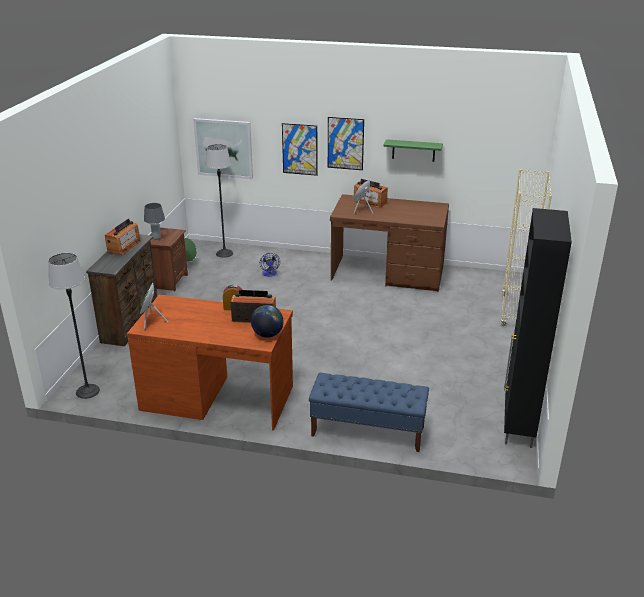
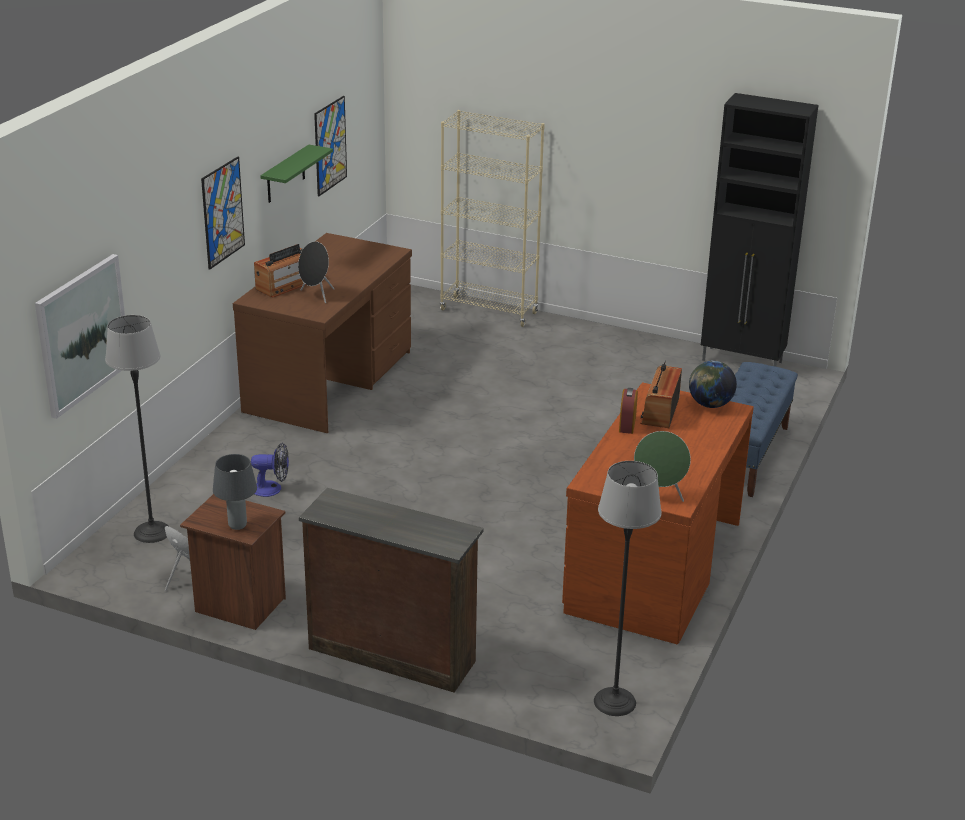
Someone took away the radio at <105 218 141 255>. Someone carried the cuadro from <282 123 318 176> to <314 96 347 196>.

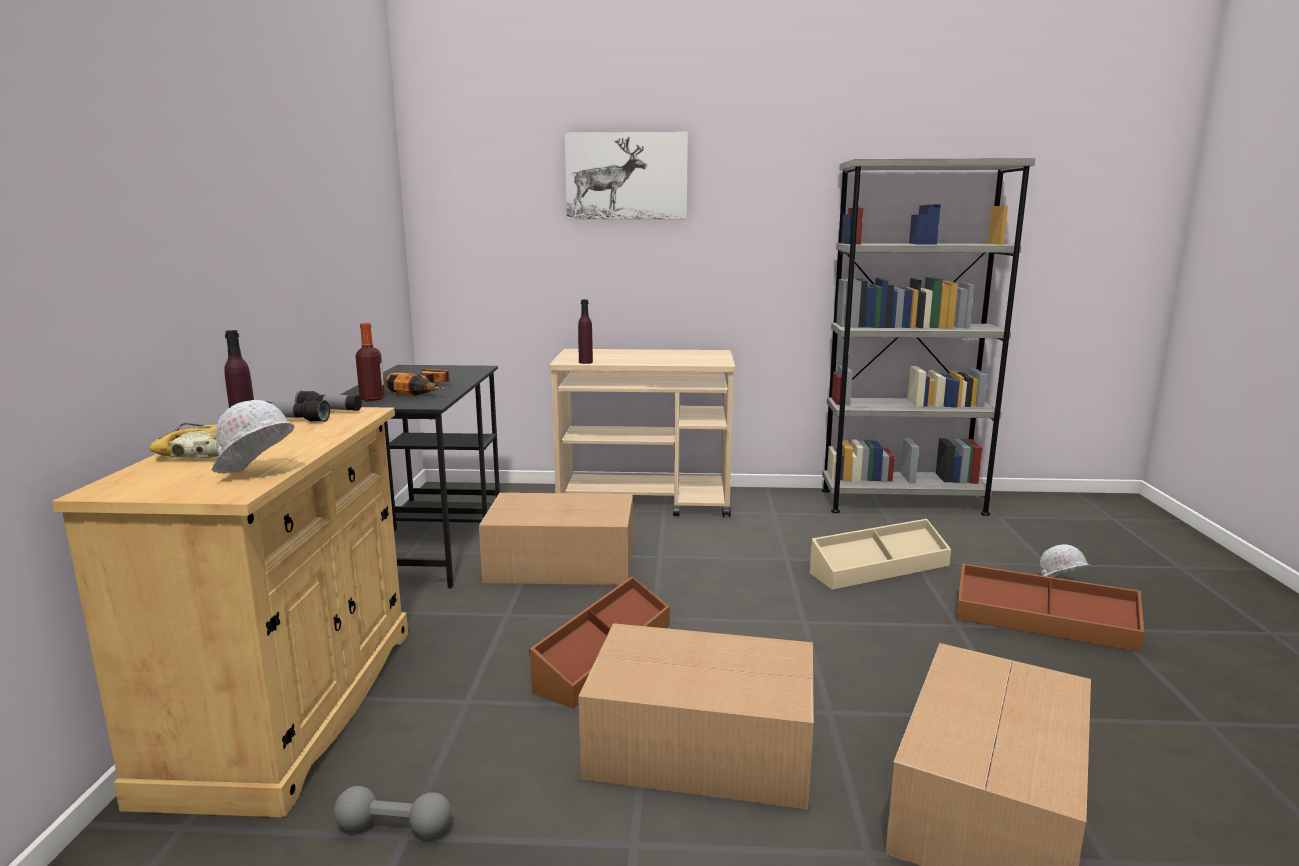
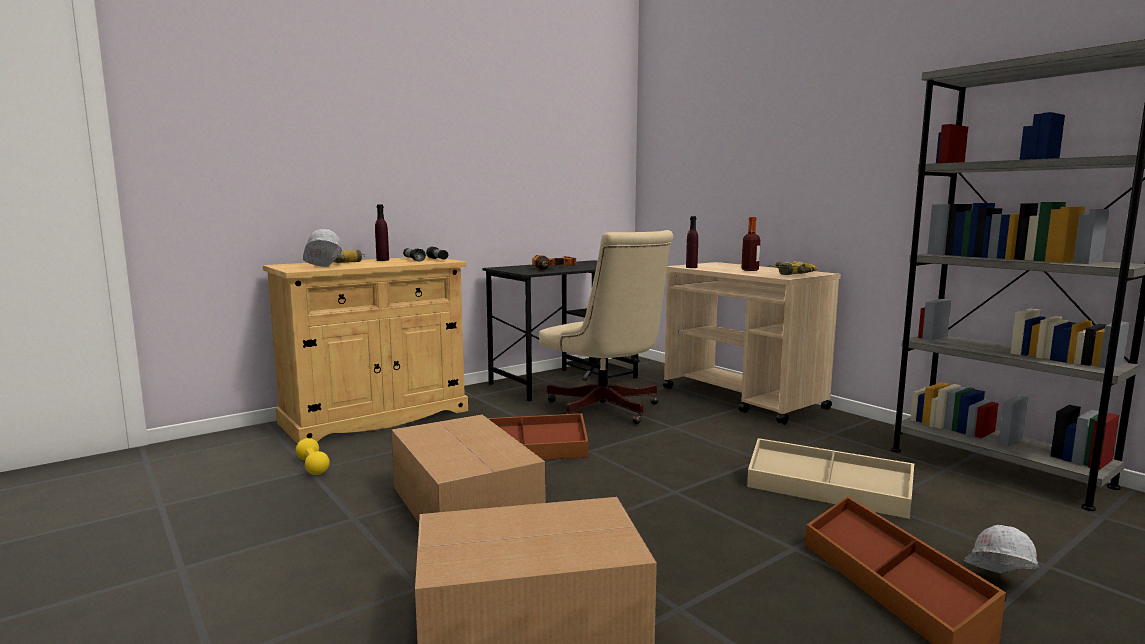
Someone took away the cuadro at <565 132 688 219>. Someone put down the taladro at <767 261 818 275>. Someone carried the botella from <355 323 385 401> to <741 217 760 271>. Someone swapped the caja de cartón at <479 493 633 585> for the silla de oficina (beis) at <539 230 673 424>. Someone repainted the mancuerna (gris) at <334 786 451 838>, which became the mancuerna (amarillo) at <296 438 330 475>.

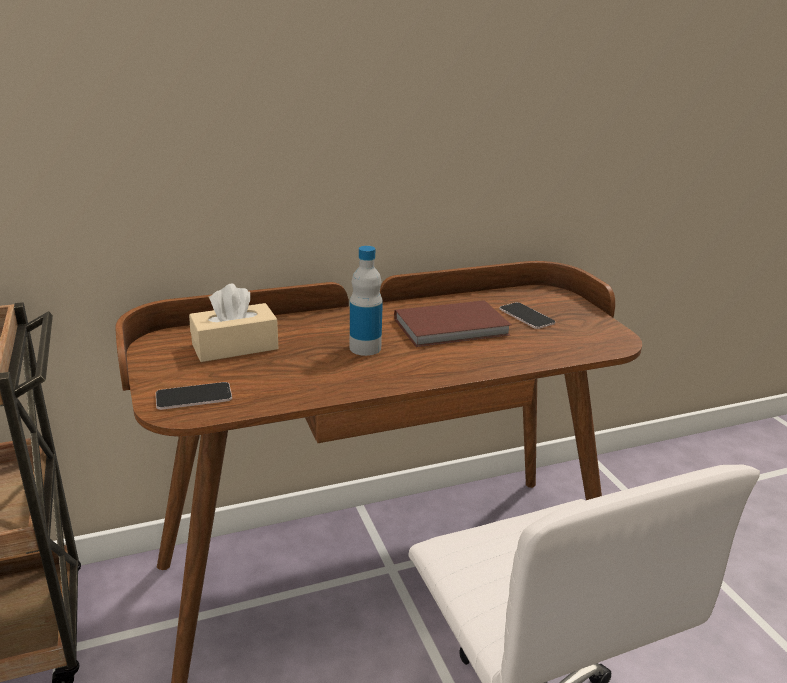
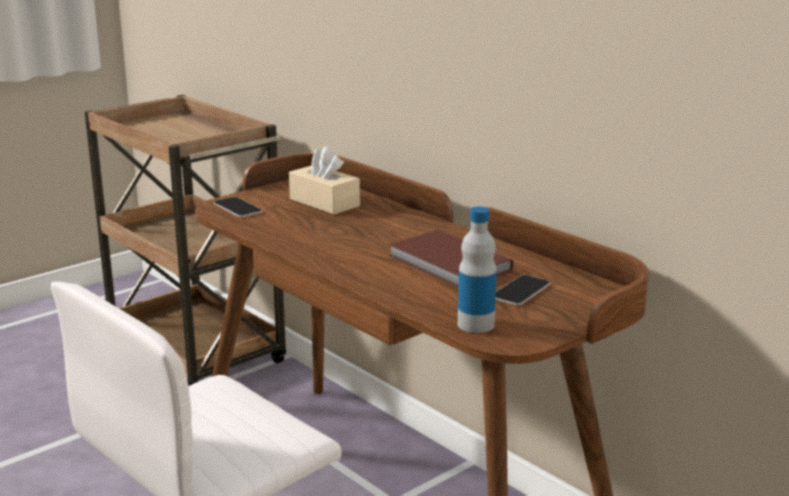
Someone carried the botella from <350 246 383 356> to <458 207 497 333>.

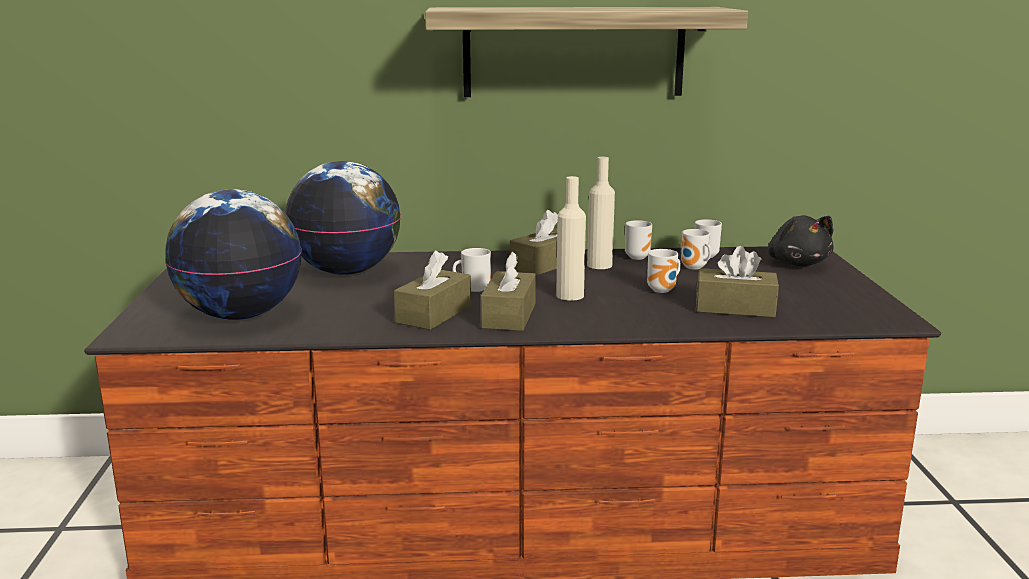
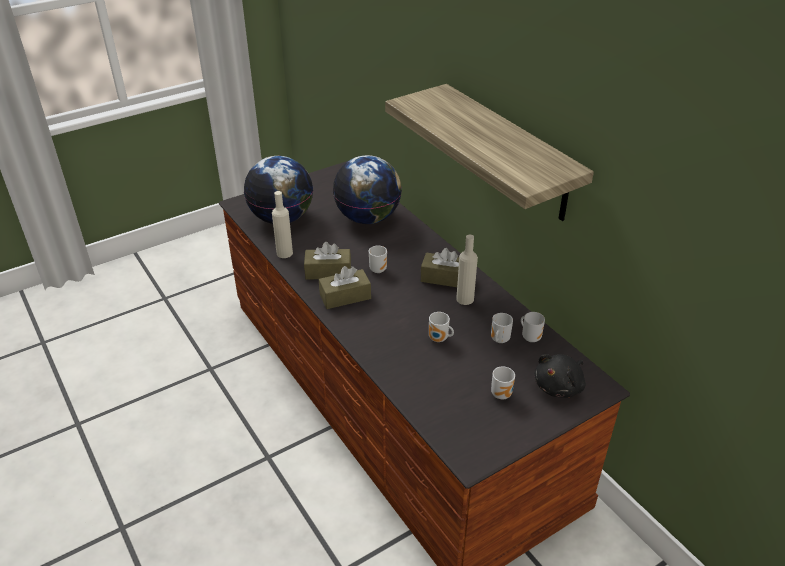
Someone took away the caja de pañuelos (marrón) at <696 246 779 318>. Someone carried the botella (beis) from <556 176 586 301> to <272 191 293 258>. Someone carried the taza grande from <625 220 652 260> to <491 366 515 399>.

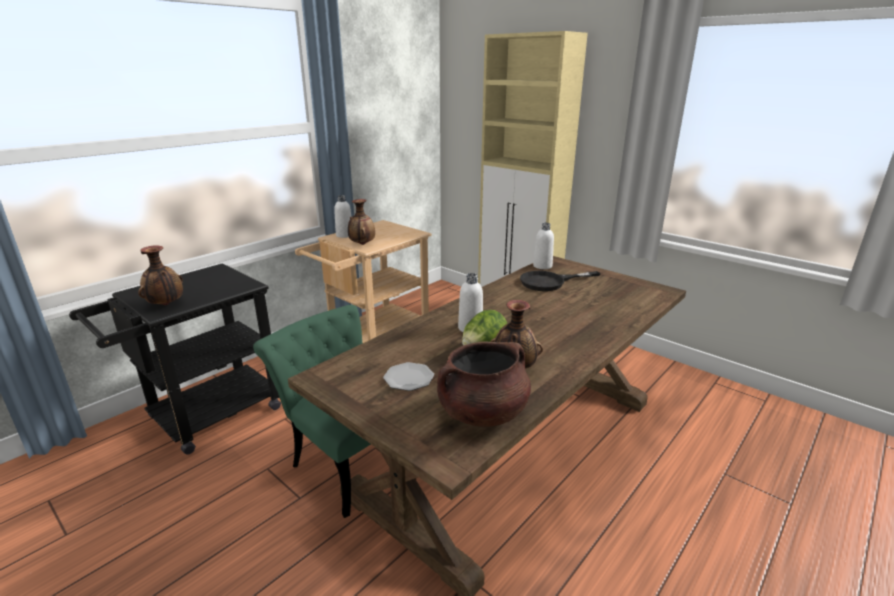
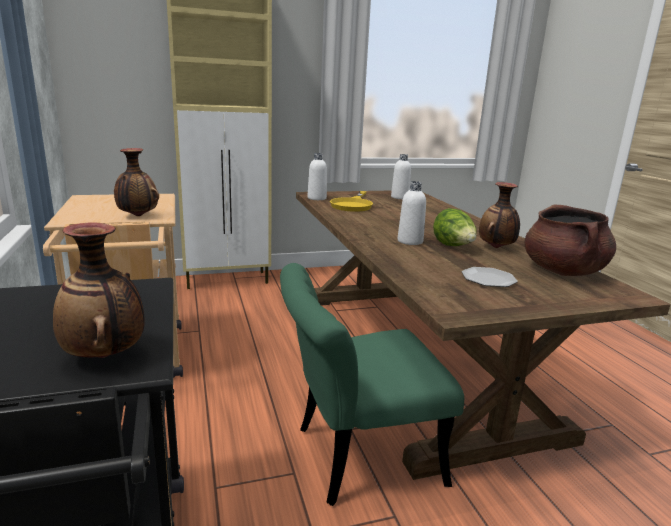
Someone carried the botella (blanco) from <334 195 351 238> to <391 154 411 199>. Someone repainted the sartén (negro) at <520 271 601 291>, which became the sartén (amarillo) at <330 191 373 212>.

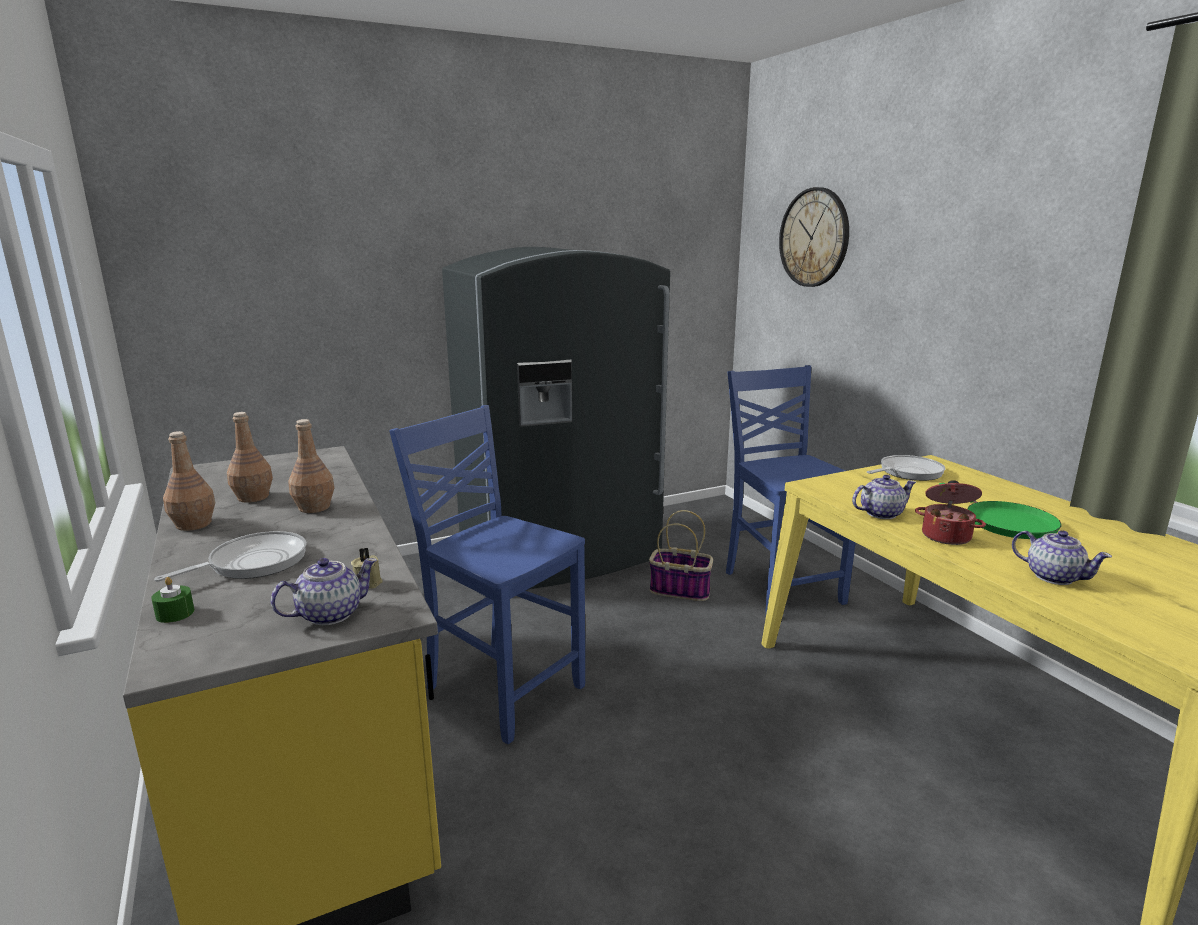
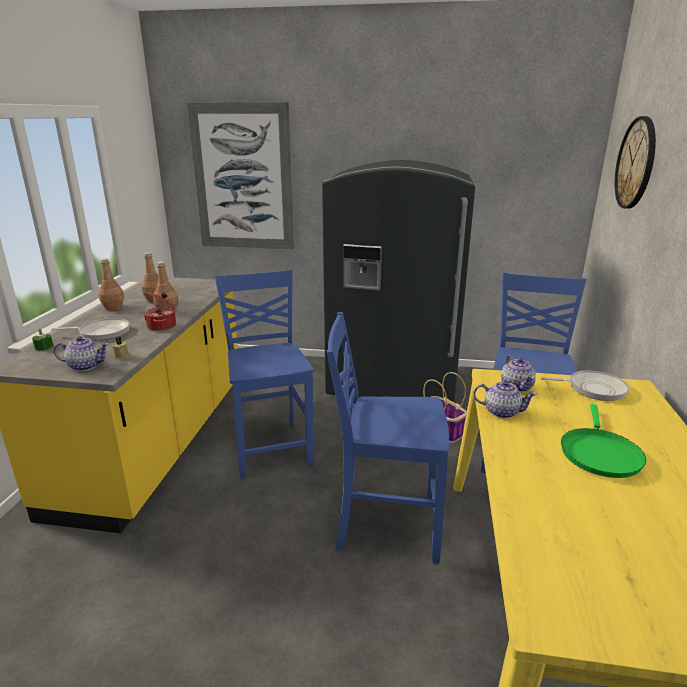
Someone put up the cuadro at <187 102 294 249>. Someone put down the silla (azul) at <326 312 449 564>. Someone carried the olla from <915 480 986 545> to <144 292 176 331>. Someone carried the tetera from <1012 530 1112 585> to <501 355 536 392>.

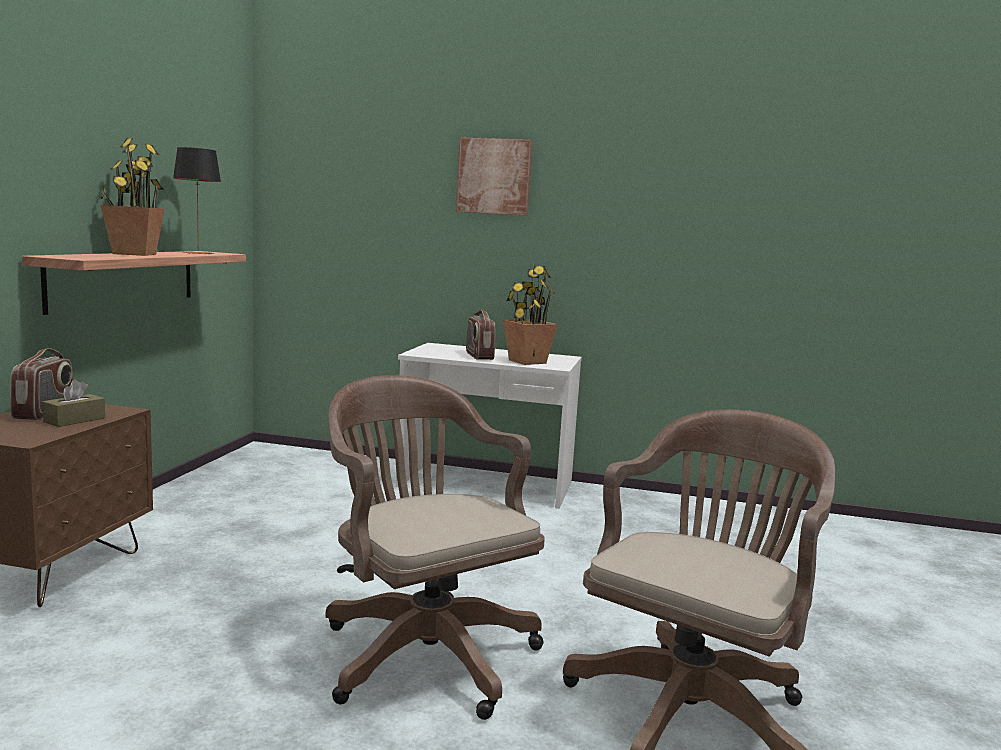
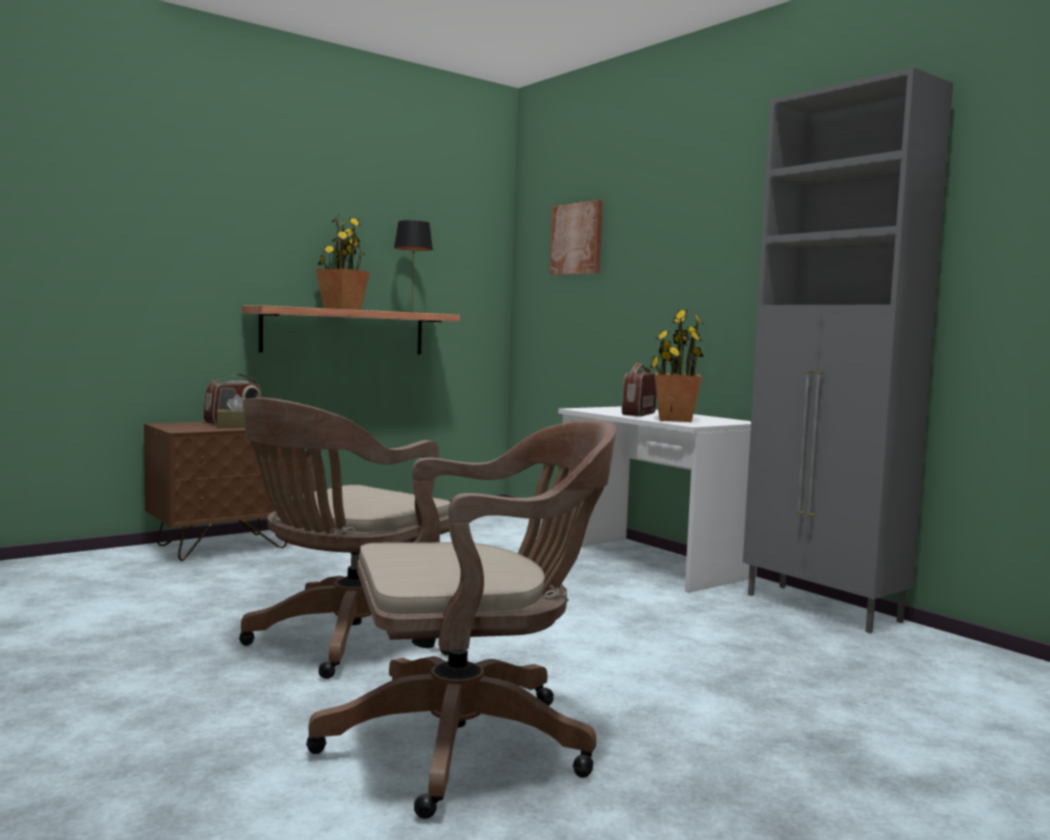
Someone put down the armario (gris) at <743 67 953 633>. Someone carried the cuadro from <456 137 533 216> to <549 200 603 276>. Someone rotated the silla de oficina (marrón) at <325 375 544 720> by 150 degrees counterclockwise.

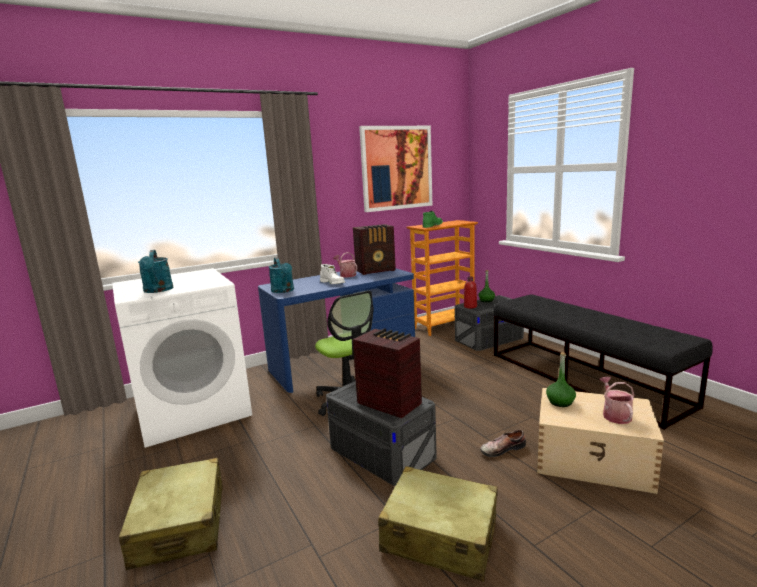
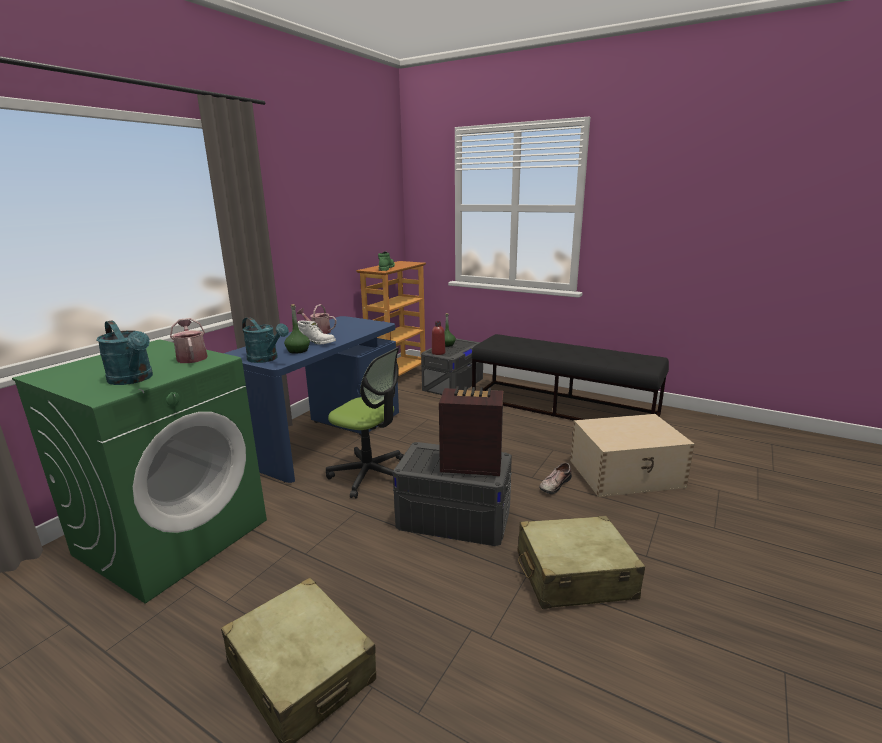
Someone took away the radio at <353 224 396 275>. Someone took away the cuadro at <359 126 432 212>. Someone carried the botella (verde) from <546 352 576 407> to <284 304 310 354>. Someone carried the regadera from <600 377 634 424> to <170 318 208 363>. Someone repainted the lavadora (blanco) at <112 268 252 448>, which became the lavadora (verde) at <12 339 267 604>.

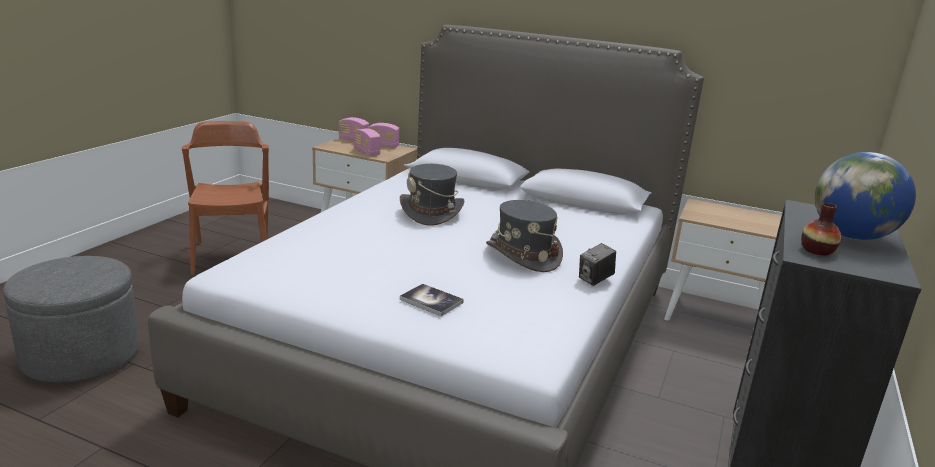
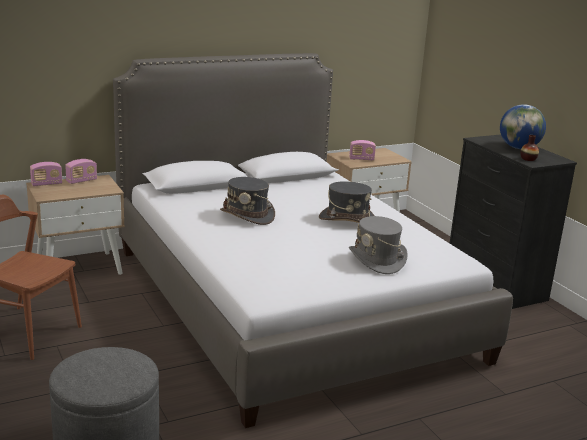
Someone took away the cámara at <579 243 616 286>. Someone carried the radio from <354 128 381 156> to <349 140 376 161>. Someone swapped the libro at <400 284 464 316> for the sombrero (gris) at <349 216 408 274>.

